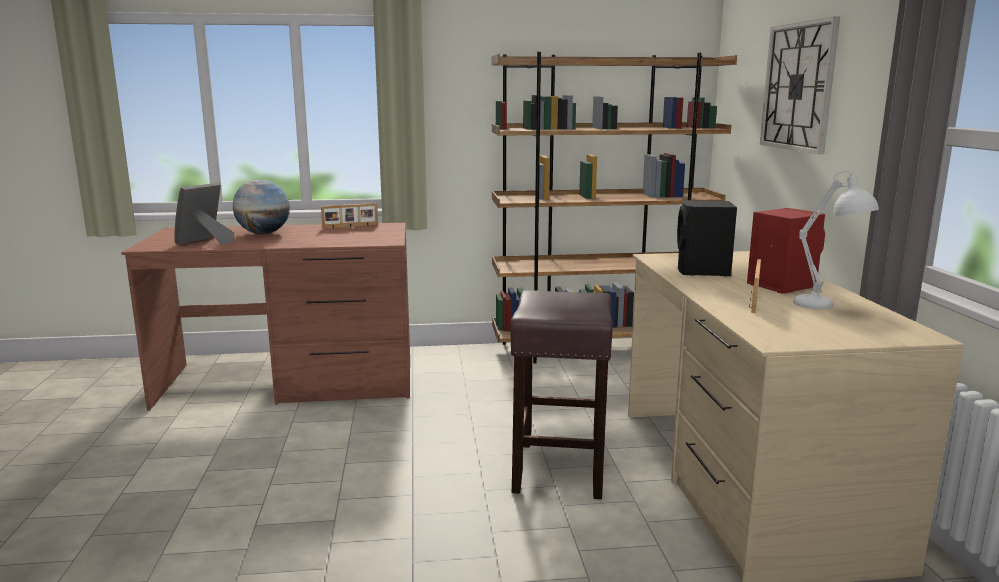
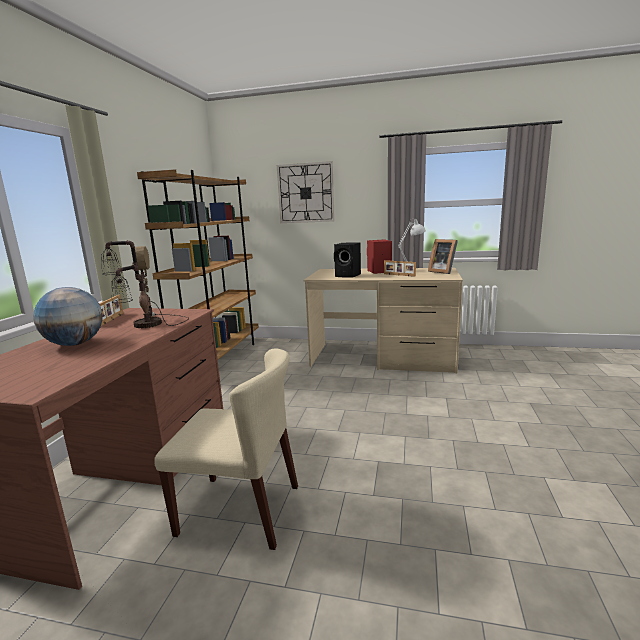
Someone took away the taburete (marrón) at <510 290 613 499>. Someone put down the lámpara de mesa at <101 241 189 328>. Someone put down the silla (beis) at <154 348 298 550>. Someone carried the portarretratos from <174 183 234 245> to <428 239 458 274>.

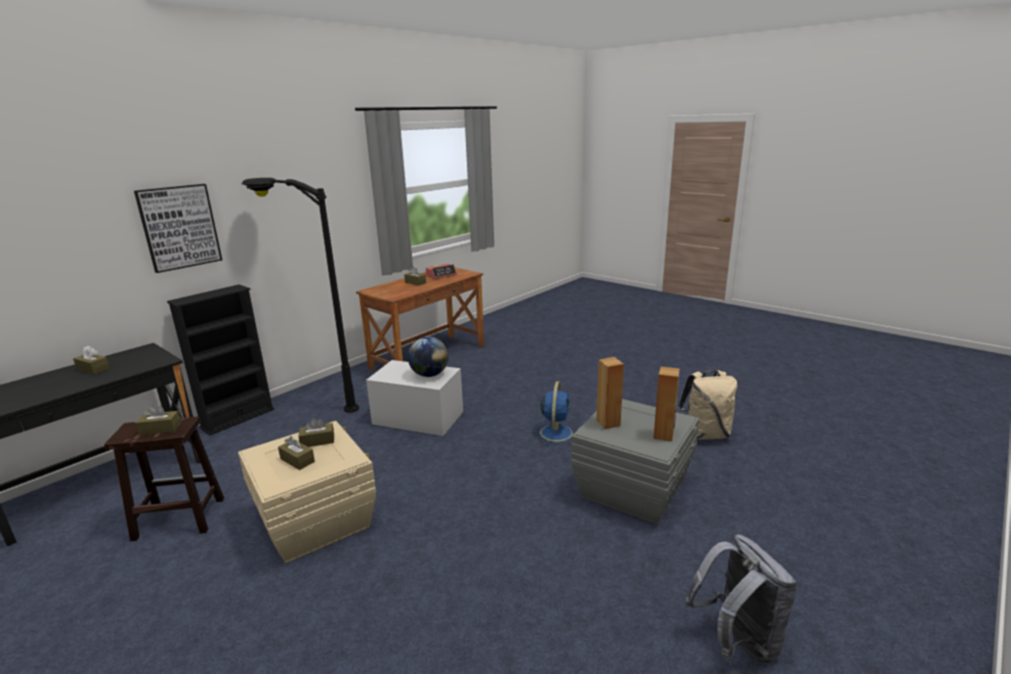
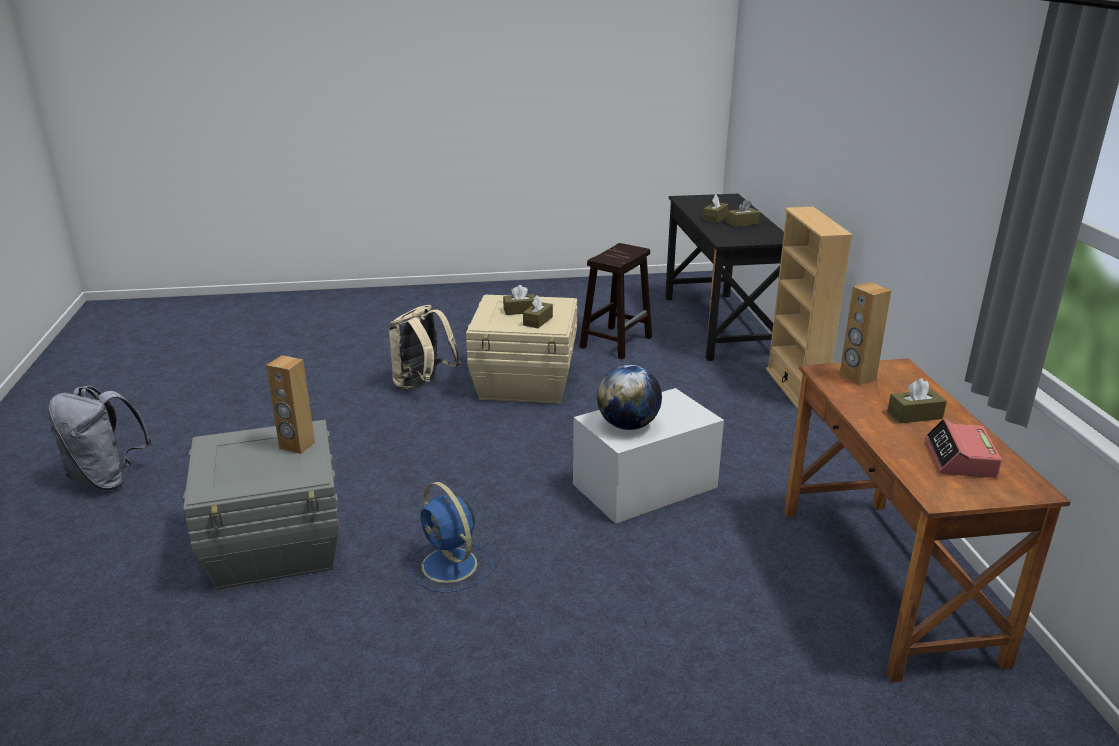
Someone took away the cuadro at <134 184 222 273>. Someone took away the lámpara de pie (negro) at <241 178 359 413>. Someone carried the caja de pañuelos (marrón) from <136 405 181 435> to <703 195 729 223>. Someone carried the altavoz (marrón) from <653 367 680 442> to <839 282 891 385>. Someone carried the mochila (beis) from <678 370 737 440> to <389 305 461 390>. Someone repainted the estantería (negro) at <167 284 274 436>, which became the estantería (beis) at <766 207 853 409>.

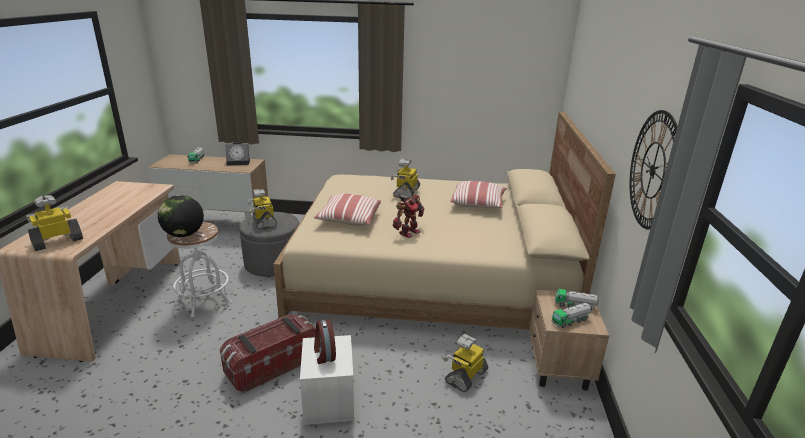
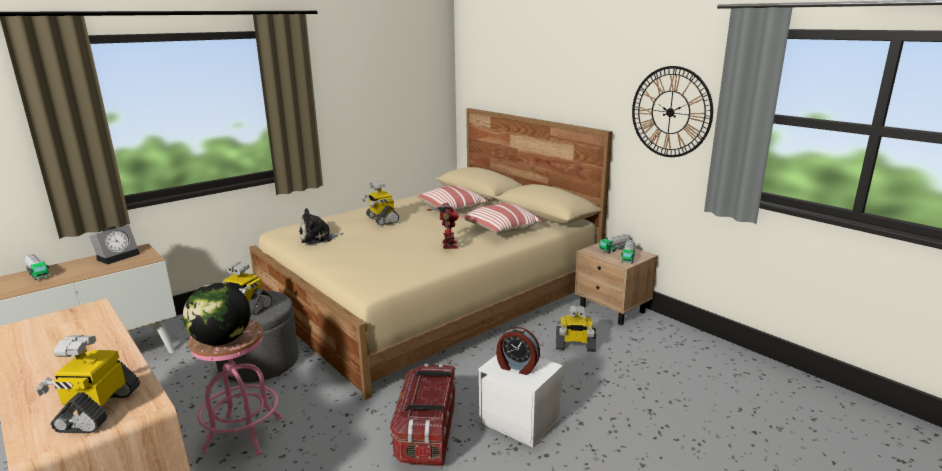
Someone put down the peluche at <299 208 344 244>. Someone carried the cojín from <314 194 381 226> to <460 203 543 234>. Someone repainted the taburete (blanco) at <167 222 232 318>, which became the taburete (rosa) at <188 320 282 455>. Someone rotated the robot de juguete at <444 334 488 392> by 75 degrees counterclockwise.

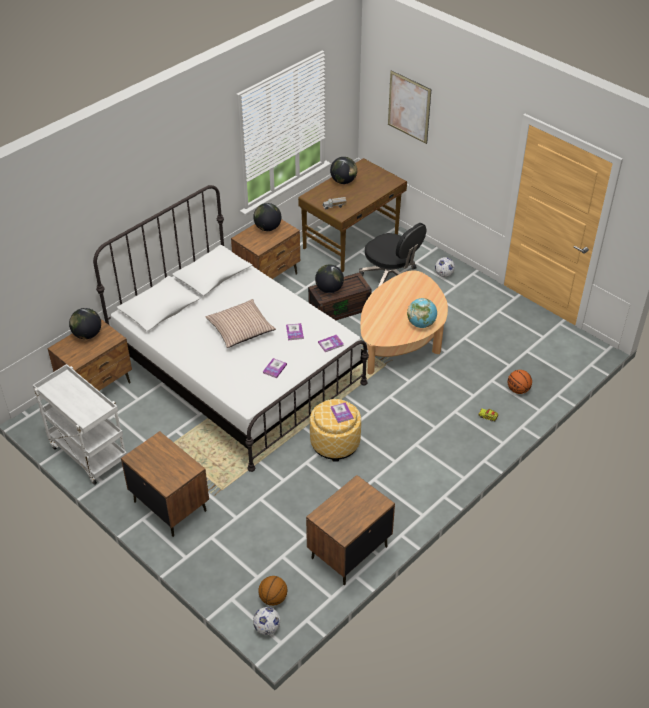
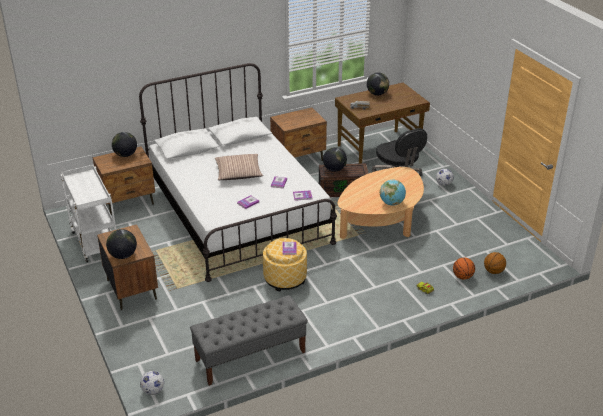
Someone took away the cuadro at <388 70 431 144>. Someone carried the globo terráqueo from <253 203 281 231> to <106 229 137 259>. Someone carried the balón de baloncesto from <258 576 287 606> to <484 252 506 274>. Someone swapped the mesita de noche (marrón) at <306 475 395 585> for the banco (gris) at <190 295 308 386>.

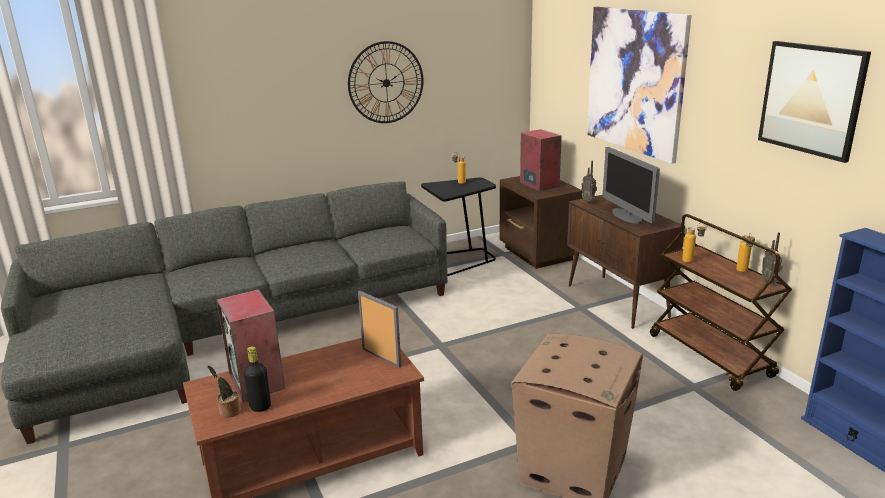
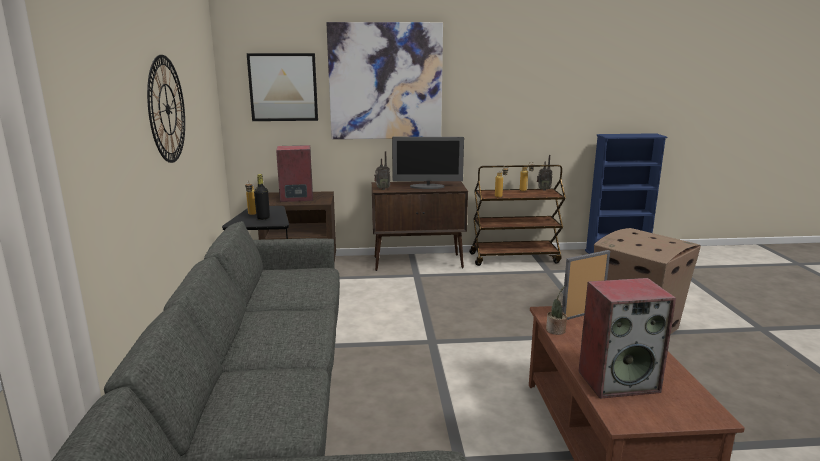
Someone carried the planta en maceta from <207 365 241 418> to <546 286 567 335>. Someone carried the botella (negro) from <244 346 271 412> to <254 174 270 220>. Someone carried the cuadro from <758 41 871 163> to <247 53 318 121>.

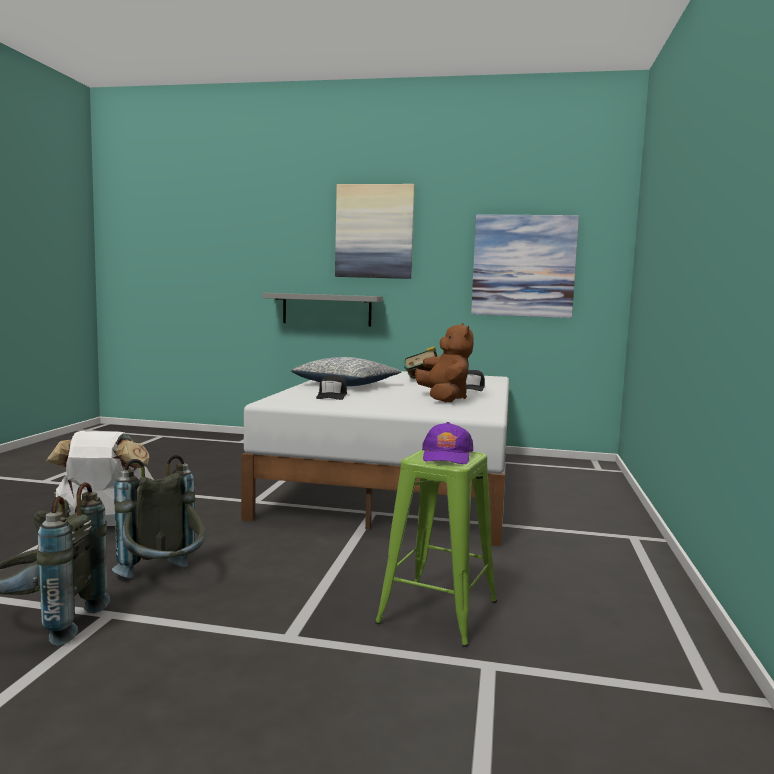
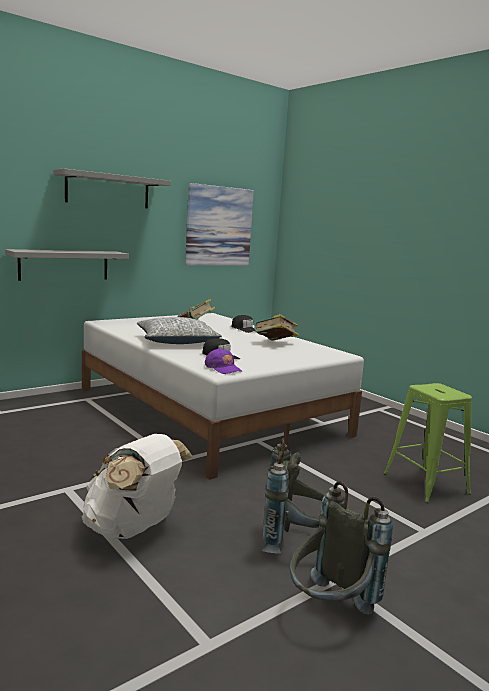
Someone carried the gorra (morado) from <422 422 473 464> to <205 348 242 374>. Someone swapped the cuadro at <335 184 415 279> for the estante (gris) at <53 169 171 208>. Someone swapped the peluche (marrón) at <415 323 474 402> for the libro at <254 314 299 341>.

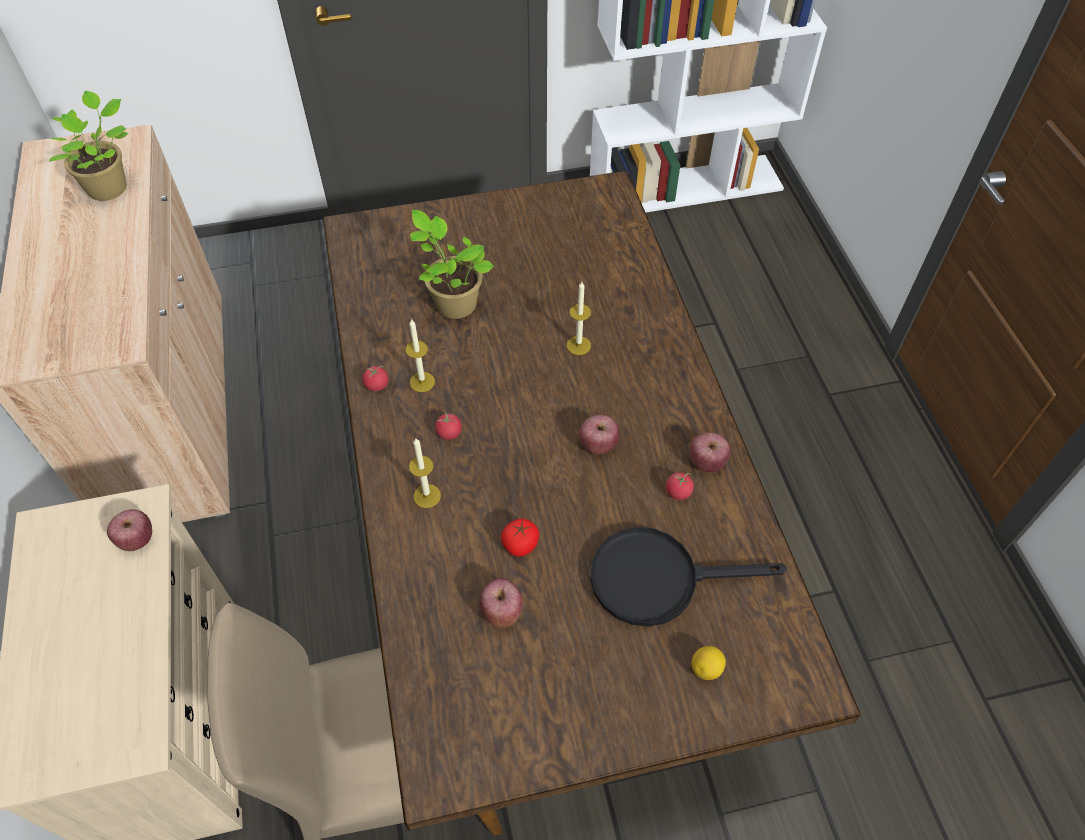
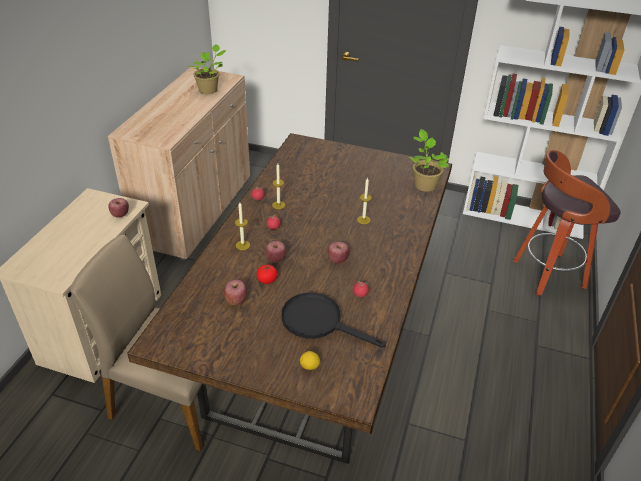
Someone put down the taburete at <513 150 621 296>. Someone carried the planta en maceta from <410 210 494 319> to <409 129 449 192>. Someone carried the manzana from <690 432 731 472> to <265 241 287 262>.

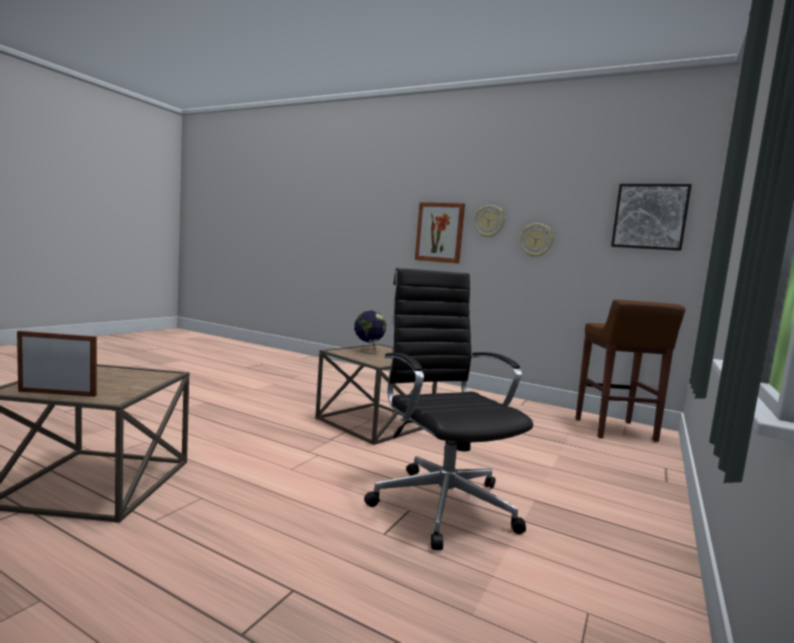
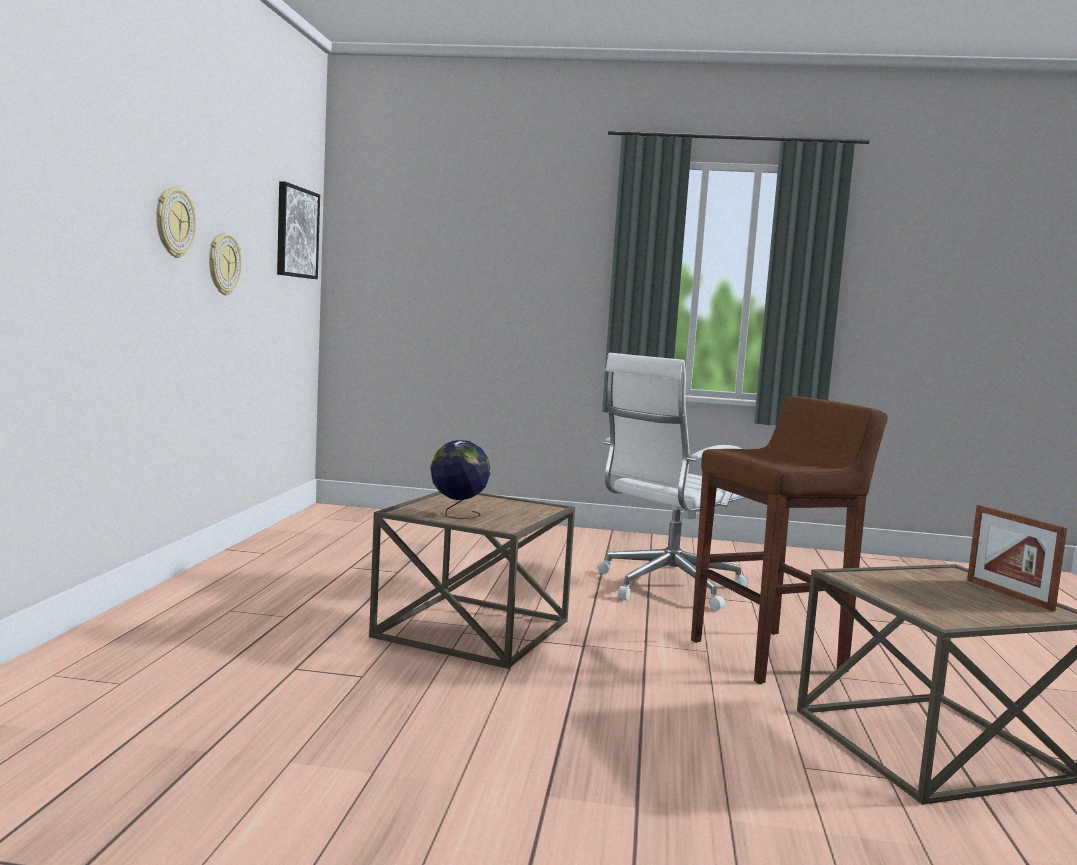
Someone took away the cuadro at <415 203 465 264>. Someone carried the taburete (marrón) from <576 299 686 442> to <691 396 887 684>. Someone repainted the silla de oficina (negro) at <364 268 533 550>, which became the silla de oficina (blanco) at <598 353 748 611>.

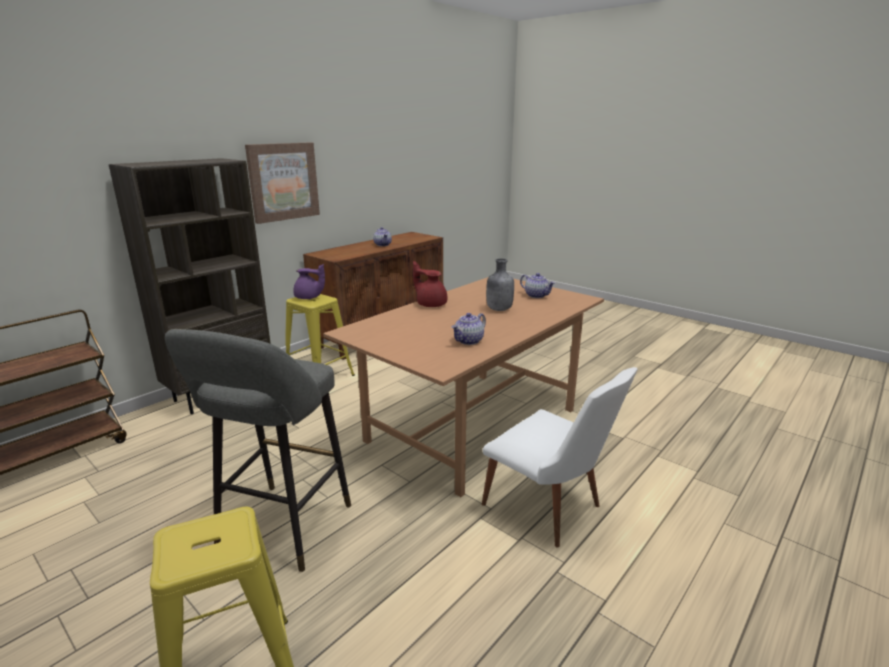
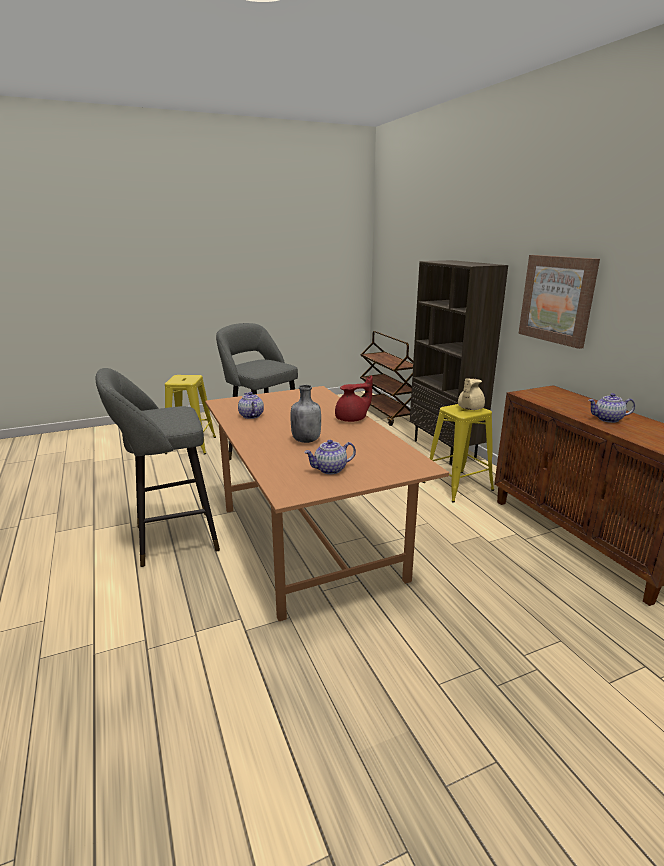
Someone swapped the silla (blanco) at <482 367 638 548> for the taburete (gris) at <96 368 220 567>. Someone repainted the tetera (morado) at <293 264 325 299>, which became the tetera (beis) at <458 378 485 410>.

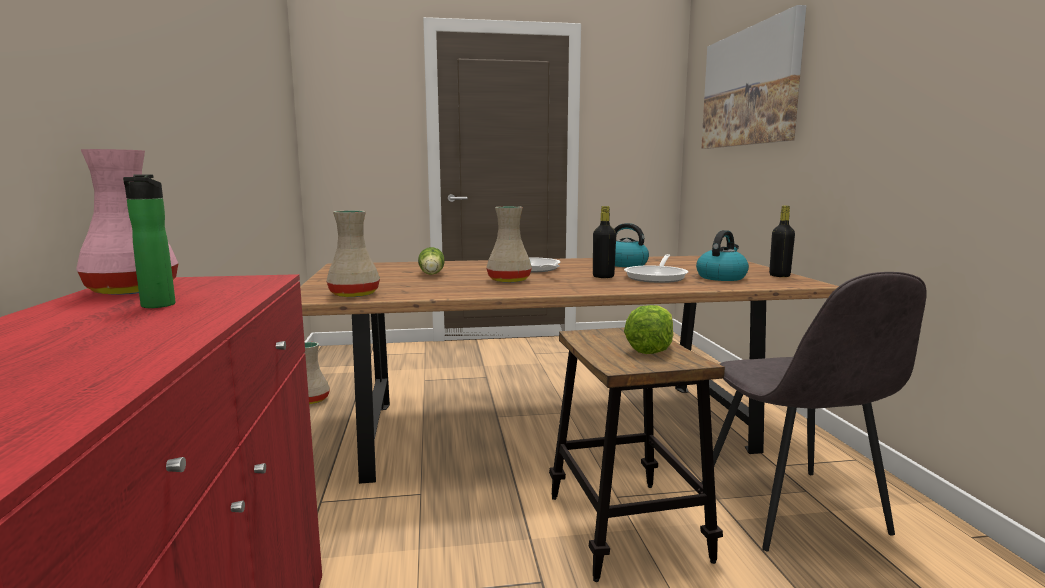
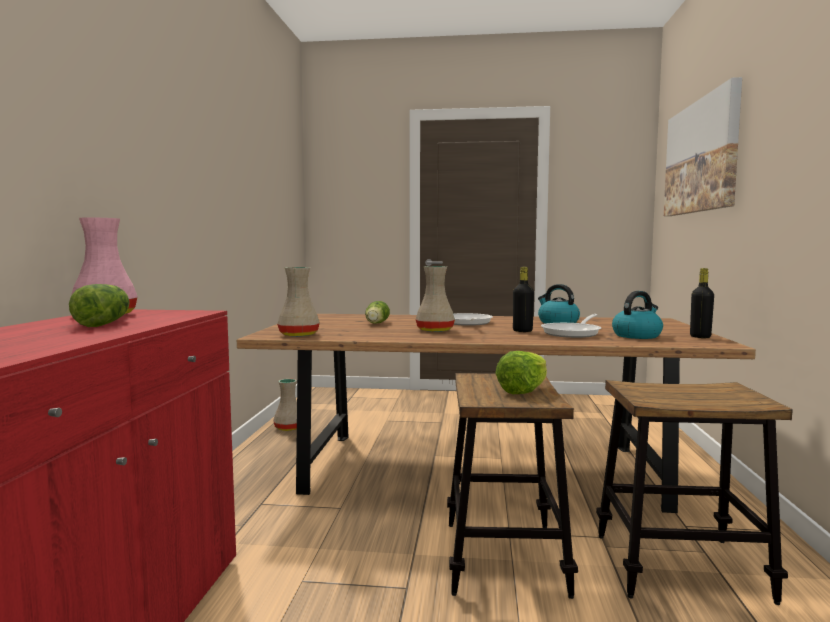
Someone swapped the botella at <123 175 175 308> for the lechuga at <69 284 130 327>. Someone swapped the silla (gris) at <702 272 927 552> for the taburete at <596 380 793 605>.

